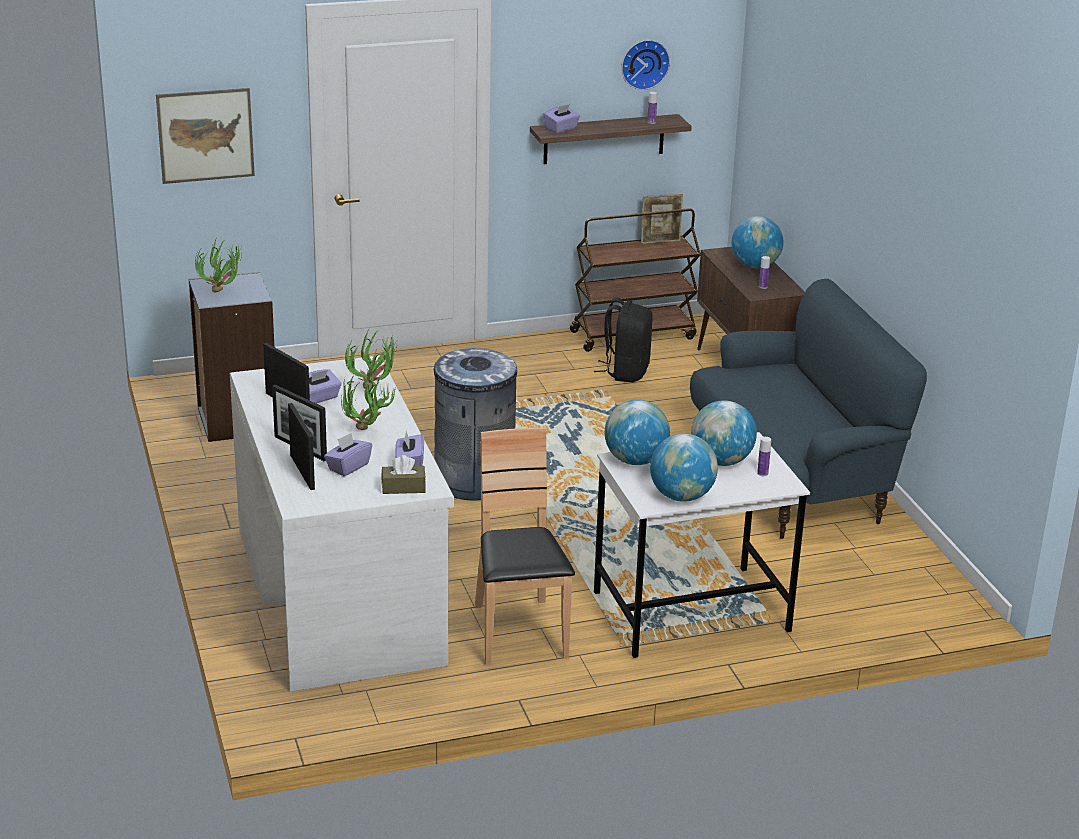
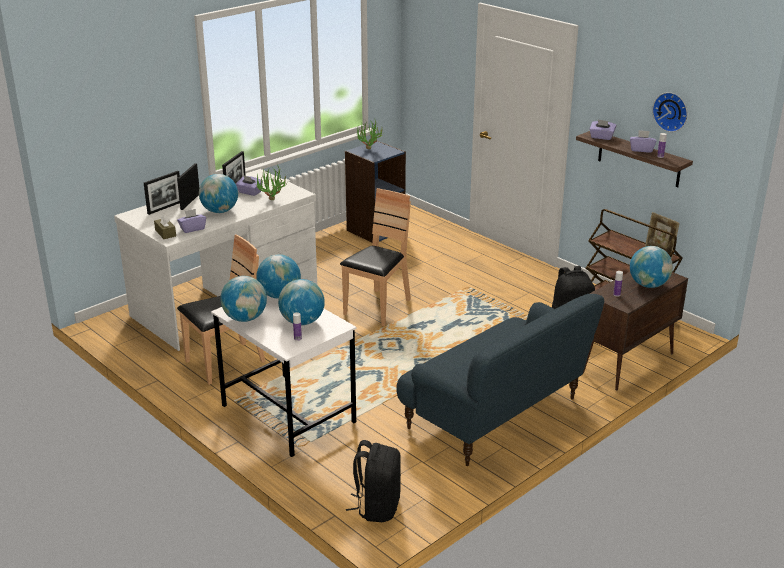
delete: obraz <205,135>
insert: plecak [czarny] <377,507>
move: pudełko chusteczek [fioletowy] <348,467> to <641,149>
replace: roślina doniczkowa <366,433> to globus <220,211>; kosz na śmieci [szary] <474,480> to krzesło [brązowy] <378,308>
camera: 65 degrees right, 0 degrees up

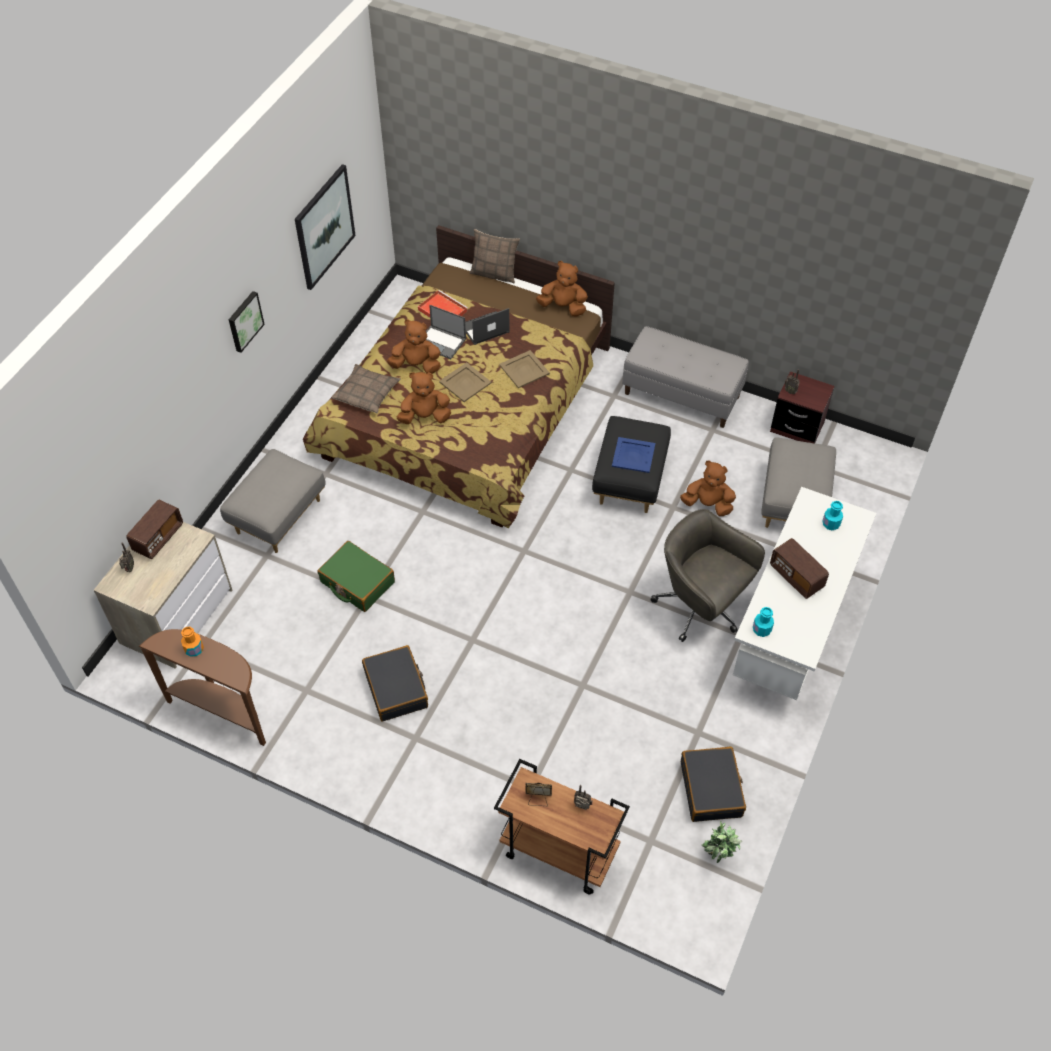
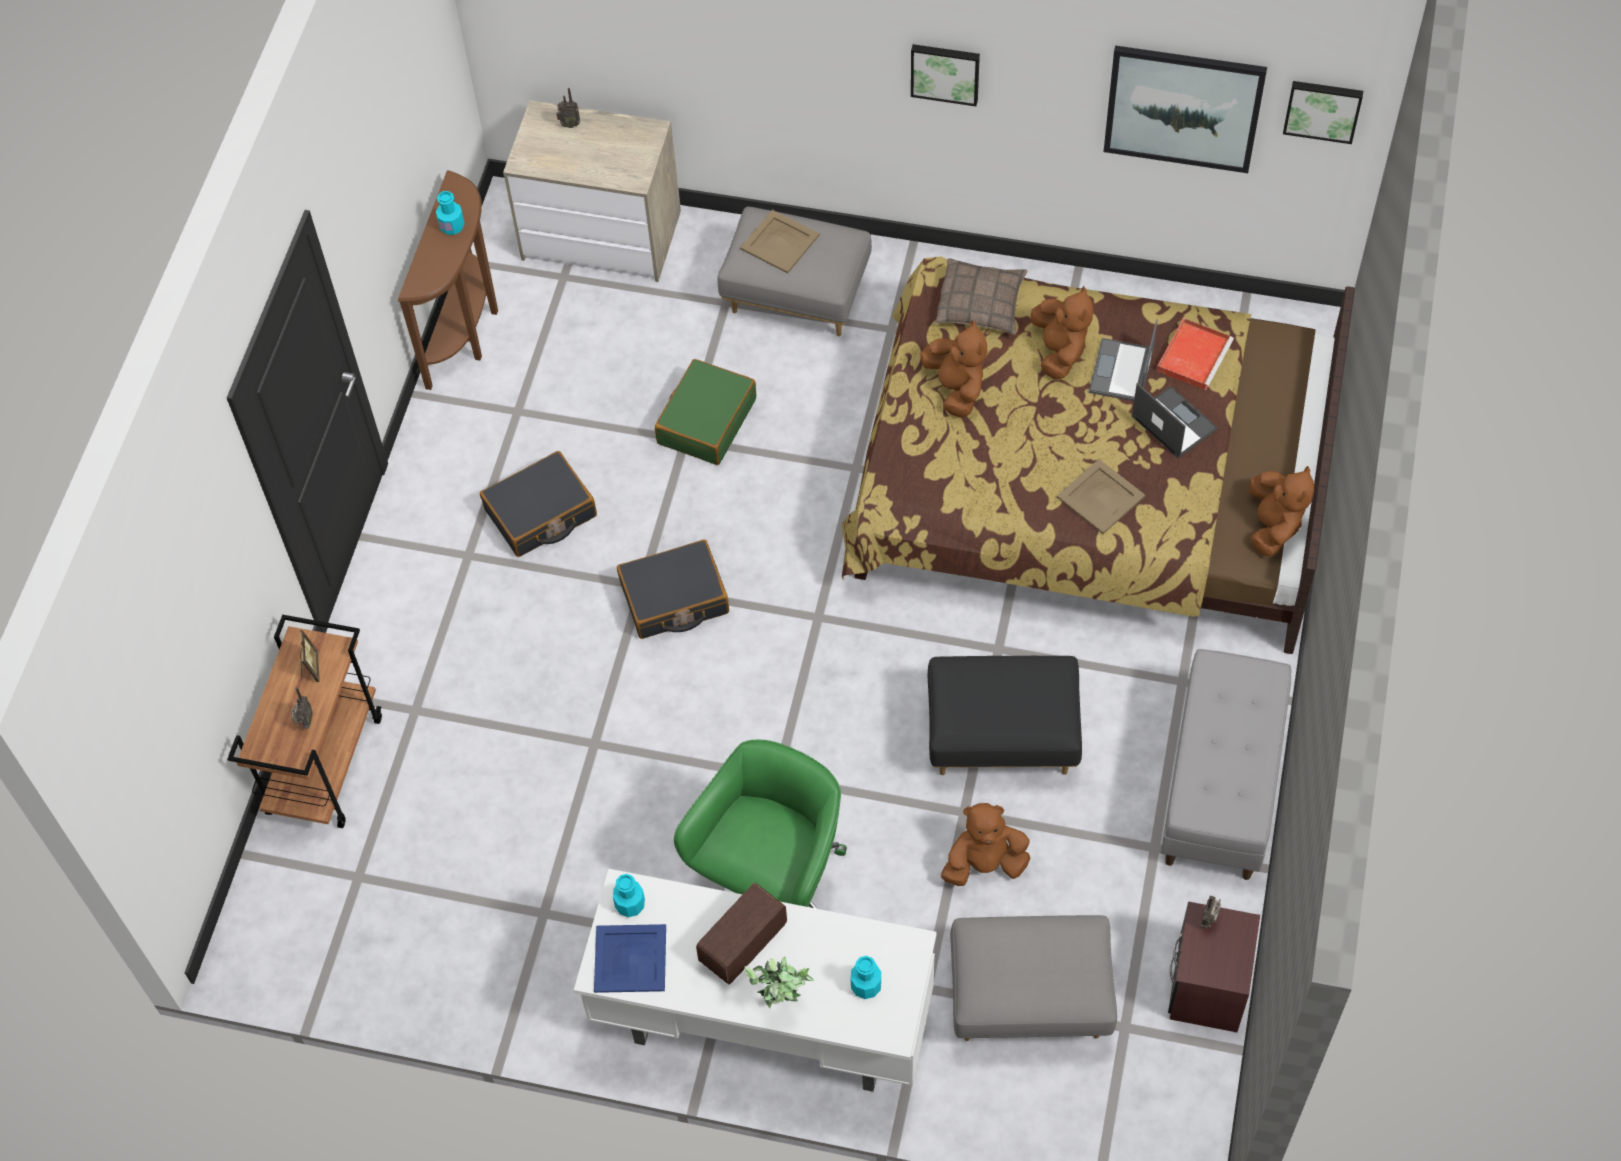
delete: radio <158,538>; poduszka <494,273>
insert: obraz <1323,109>
move: taca [niebieski] <633,455> to <629,959>; walizka [czarny] <711,789> to <674,599>; taca [beżowy] <465,382> to <780,242>; roślina doniczkowa <718,856> to <781,1002>
recolor: butelka [pomarańczowy] <194,649> to butelka [turkusowy] <452,226>; krzesło biurowe [szary] <700,607> to krzesło biurowe [zielony] <772,883>
rotate: pluszak [brązowy] <708,504> = <985,864> 105 degrees counterclockwise
camera: 80 degrees right, 5 degrees up

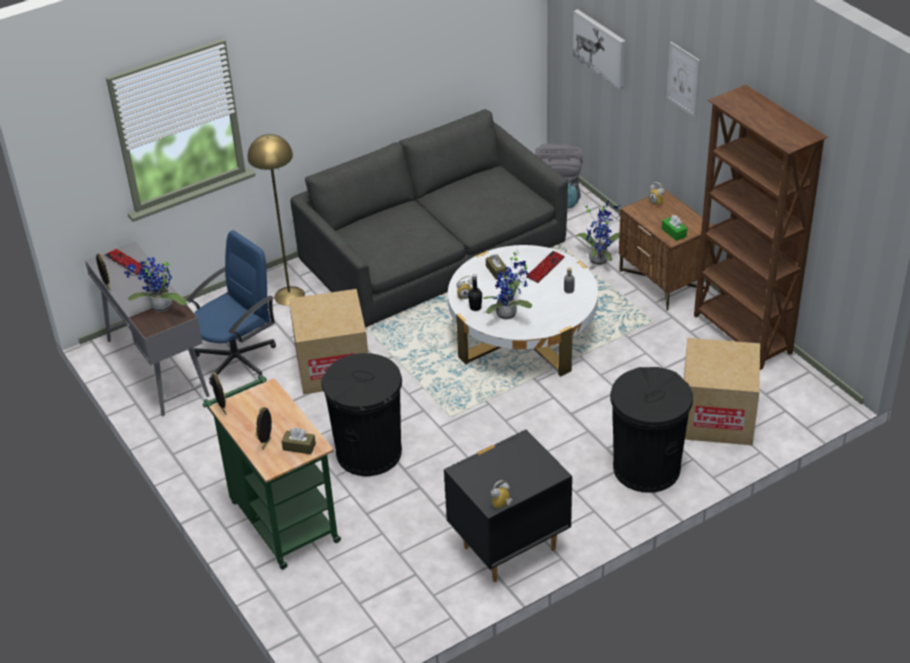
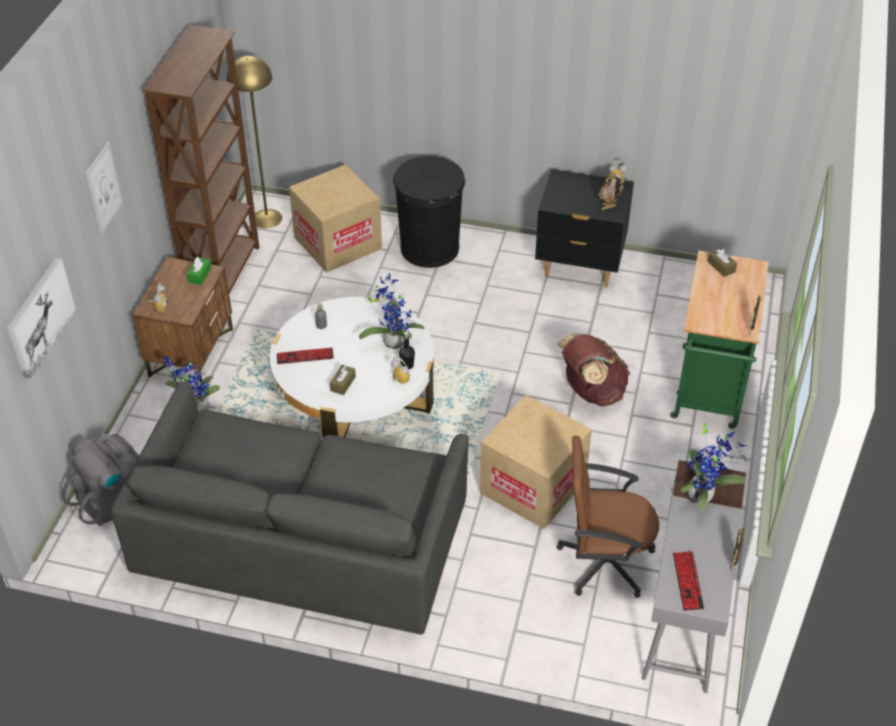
move: lampa stojąca [żółty] <289,296> to <267,218>; ramka na zdjęcie <267,444> to <608,207>
replace: kosz na śmieci [czarny] <369,452> to plecak [brązowy] <591,391>
recolor: krzesło biurowe [niebieski] <237,359> to krzesło biurowe [brązowy] <603,561>
camera: 135 degrees left, 5 degrees up

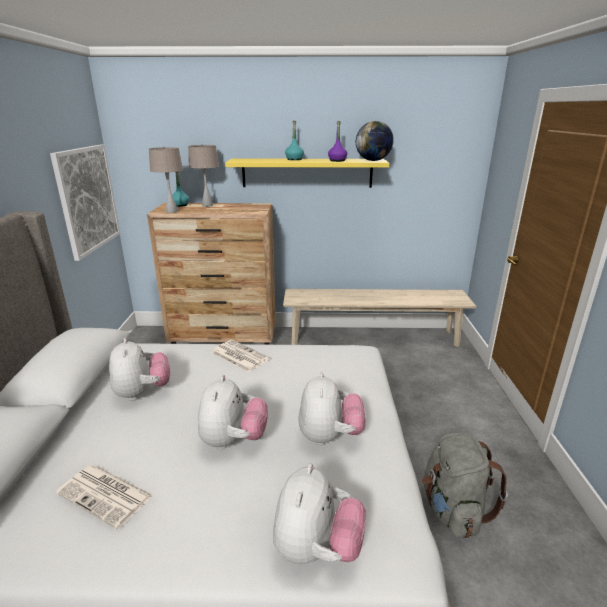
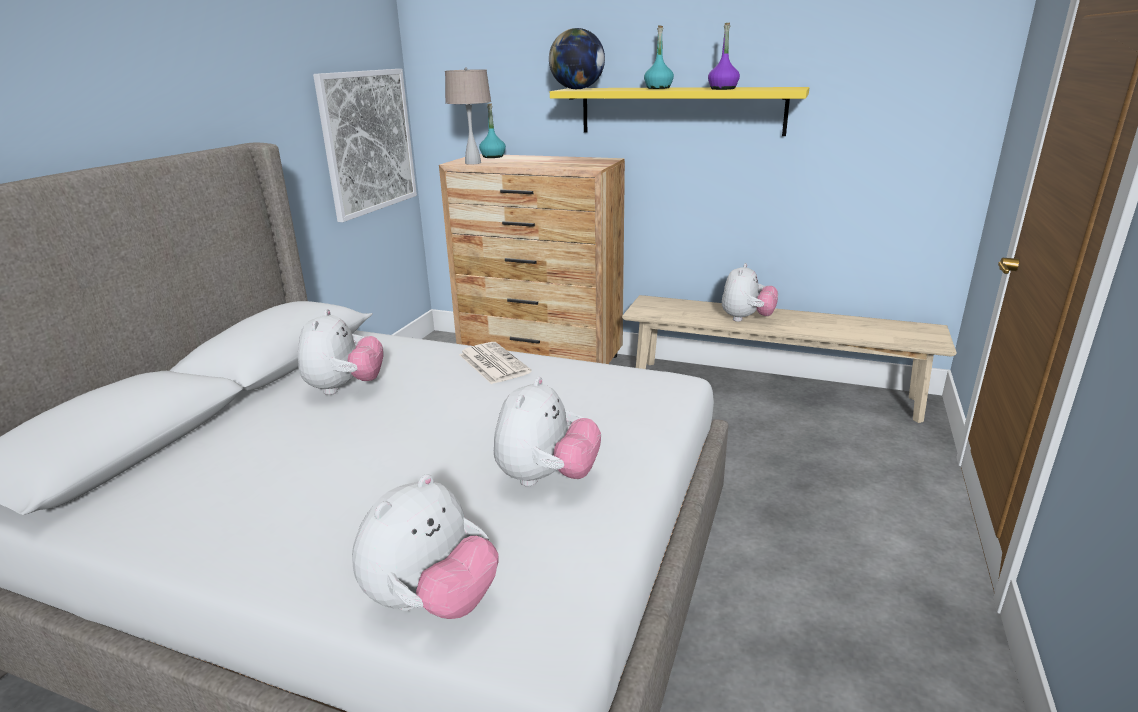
delete: gazeta <106,495>; lampa stołowa [beżowy] <207,205>; plecak [szary] <452,510>
move: globus <373,160> to <577,89>; pluszak <233,440> to <746,319>
camera: 20 degrees right, 0 degrees up

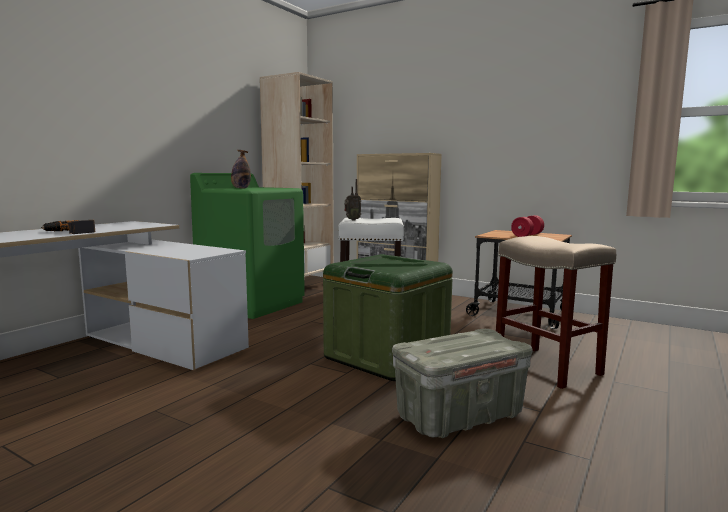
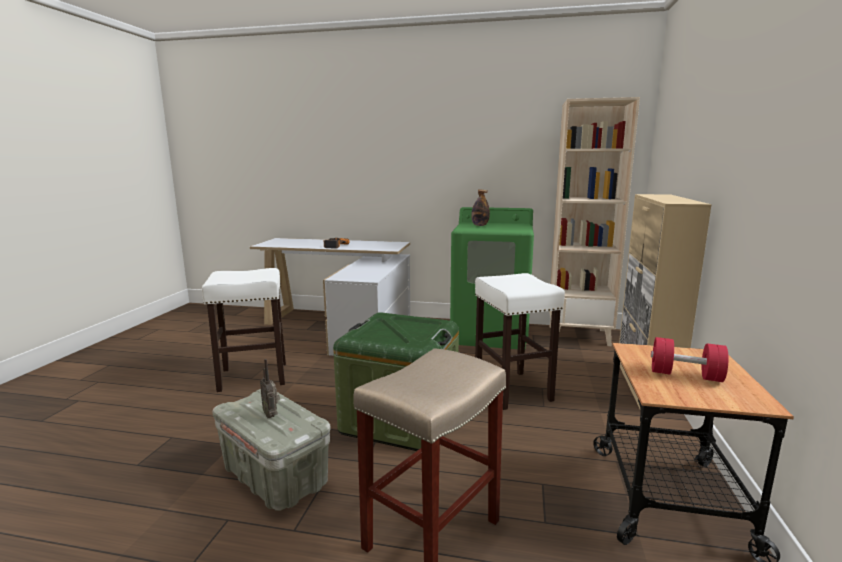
insert: stołek [biały] <252,377>
move: radio <352,220> to <271,415>
camera: 70 degrees right, 5 degrees up

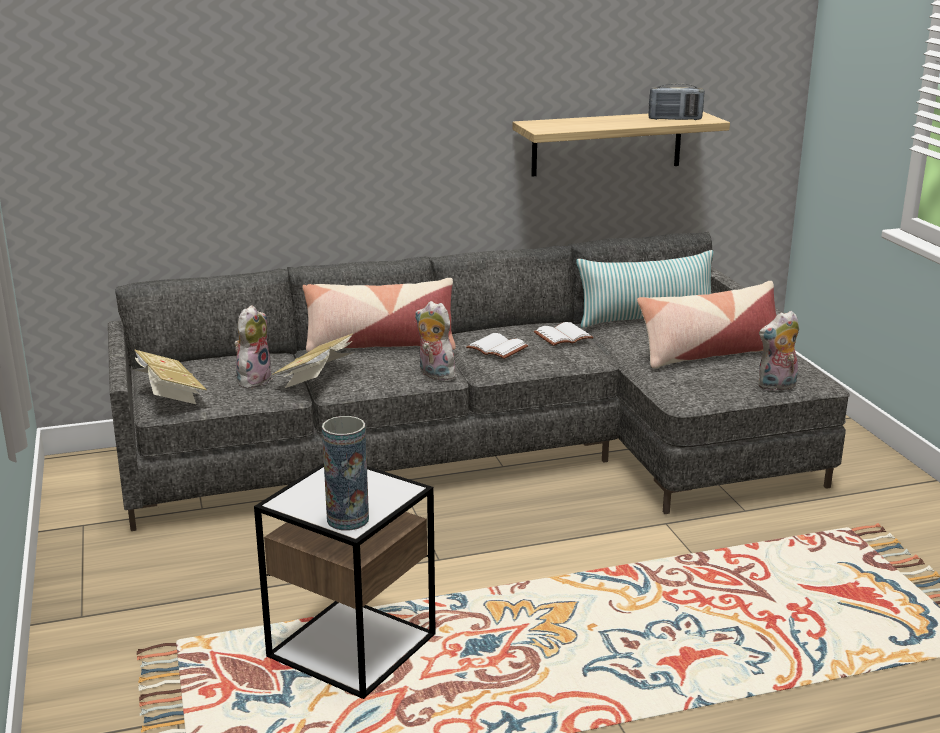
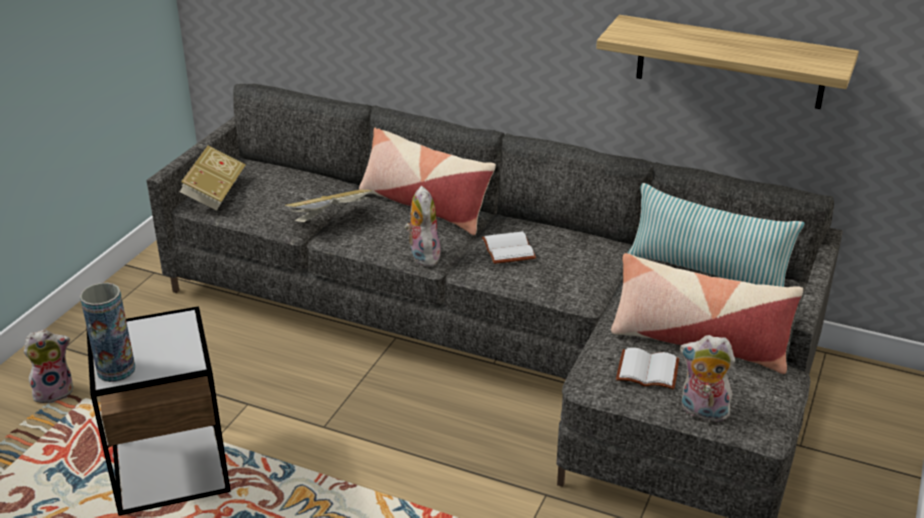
delete: radio <675,119>
move: pluszak <253,380> to <54,391>; książka [biały] <563,337> to <646,372>
camera: 40 degrees right, 10 degrees up

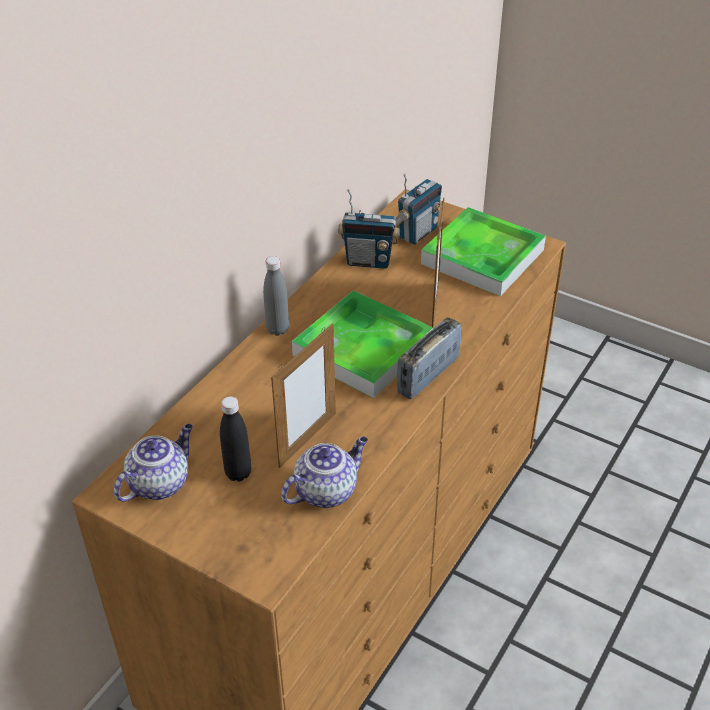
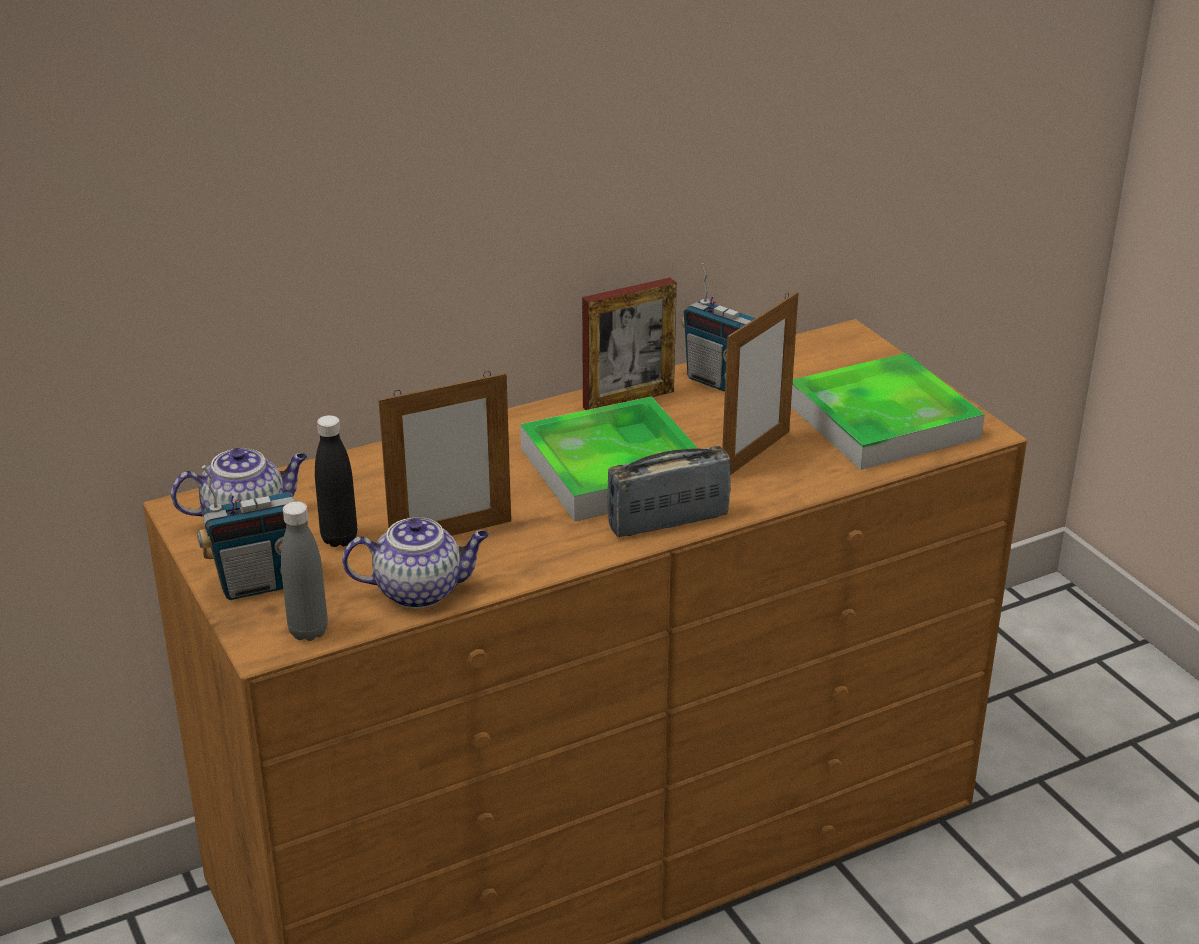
insert: ramka na zdjęcie <628,399>
move: radio <417,233> to <259,584>; butelka [szary] <277,329> to <308,631>
camera: 30 degrees right, 10 degrees down

